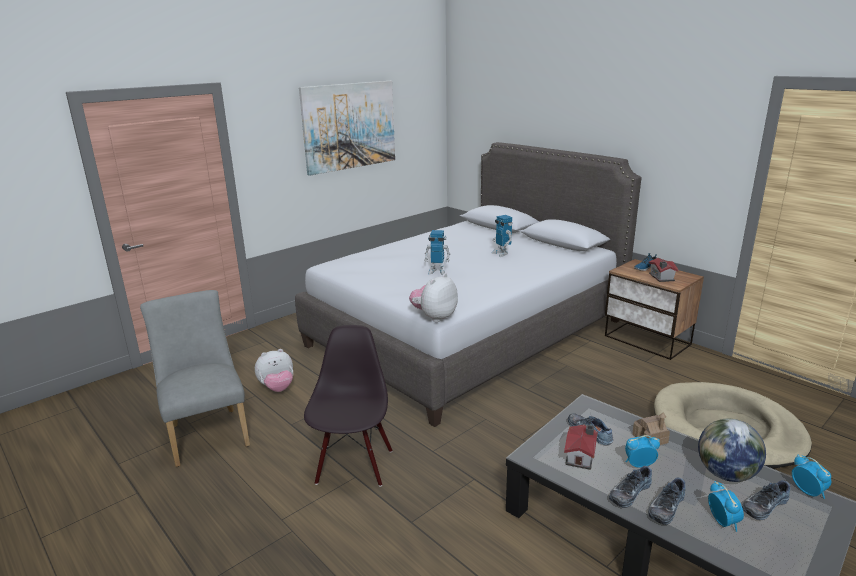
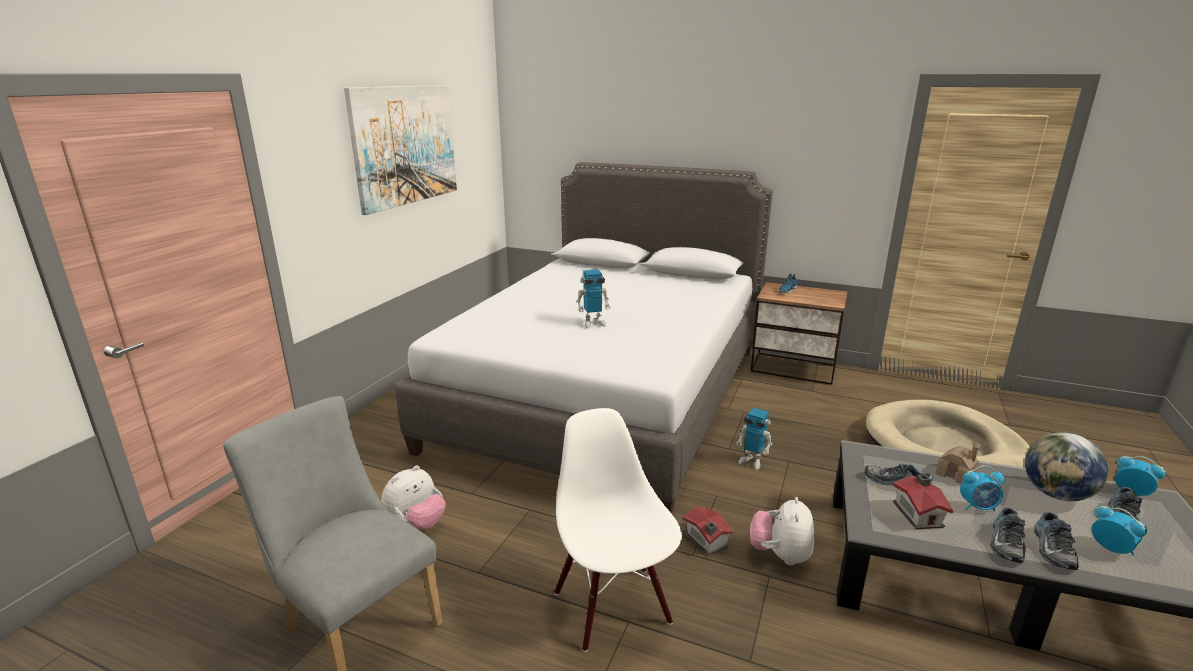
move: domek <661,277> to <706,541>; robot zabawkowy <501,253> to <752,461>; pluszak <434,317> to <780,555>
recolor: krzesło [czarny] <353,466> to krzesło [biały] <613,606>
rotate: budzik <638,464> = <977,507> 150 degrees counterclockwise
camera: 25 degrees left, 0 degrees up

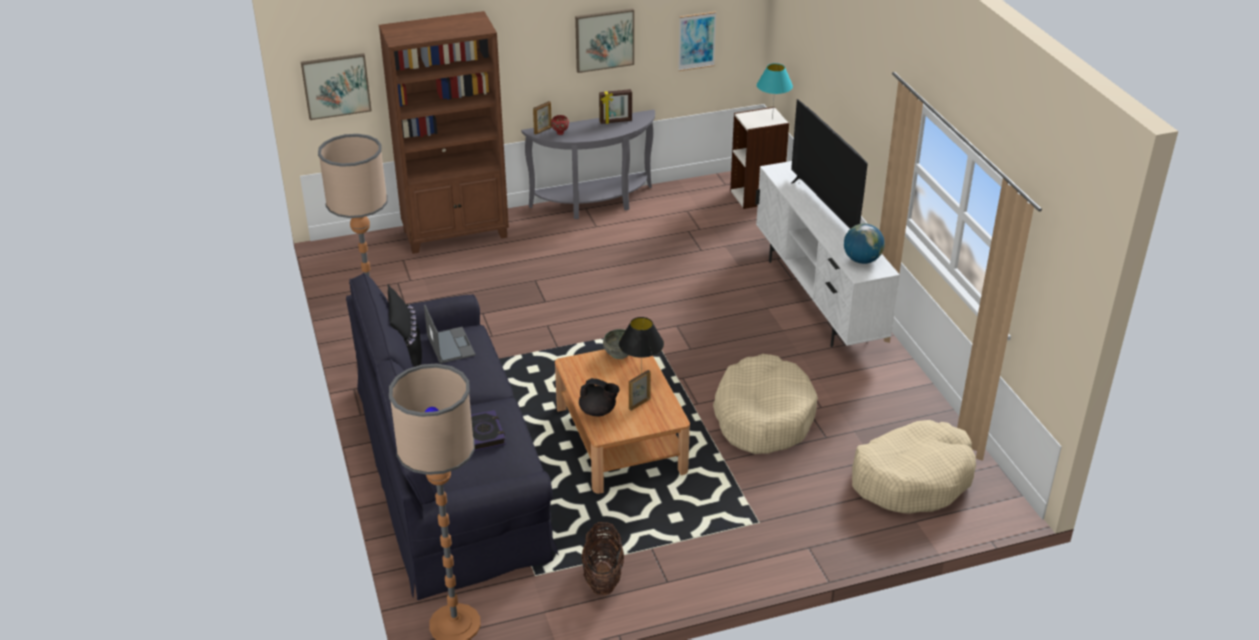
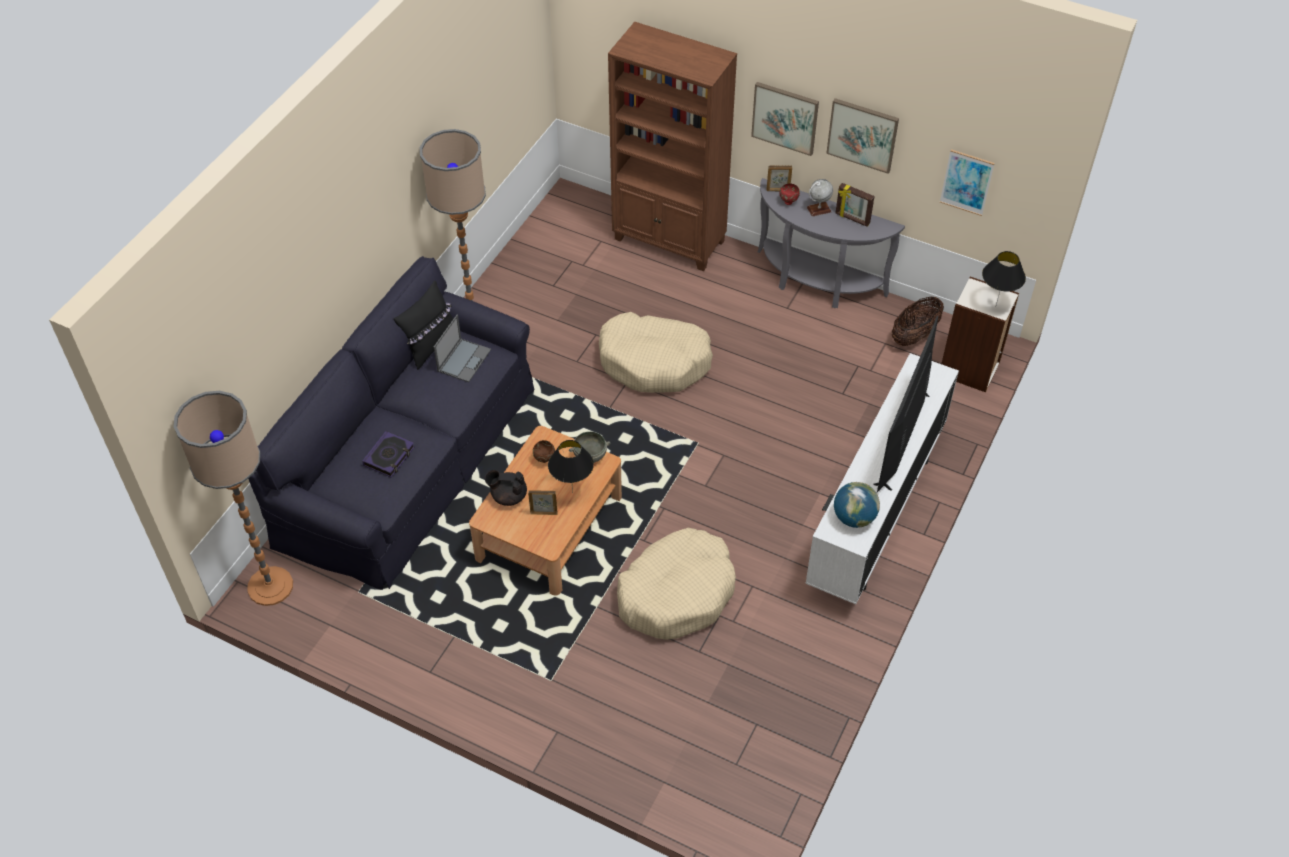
insert: miska [brązowy] <544,460>; globus <819,209>
move: legowisko [beżowy] <912,479> to <654,362>; obraz <336,85> to <785,117>; koszyk <603,577> to <914,335>
recolor: lampa stołowa [turkusowy] <772,119> to lampa stołowa [czarny] <995,307>
rotate: imbryk [czarny] <598,411> = <508,496> 120 degrees clockwise
camera: 45 degrees right, 15 degrees up

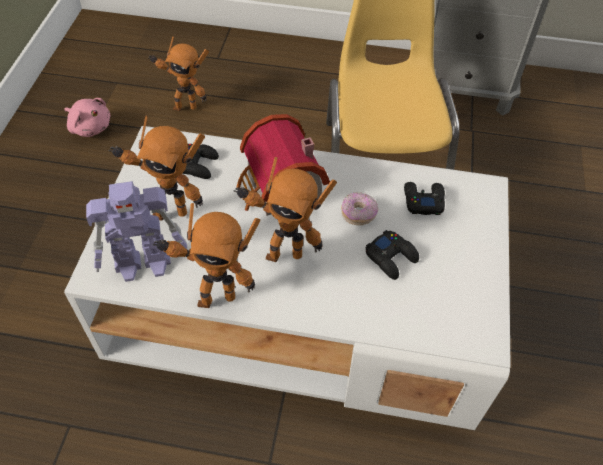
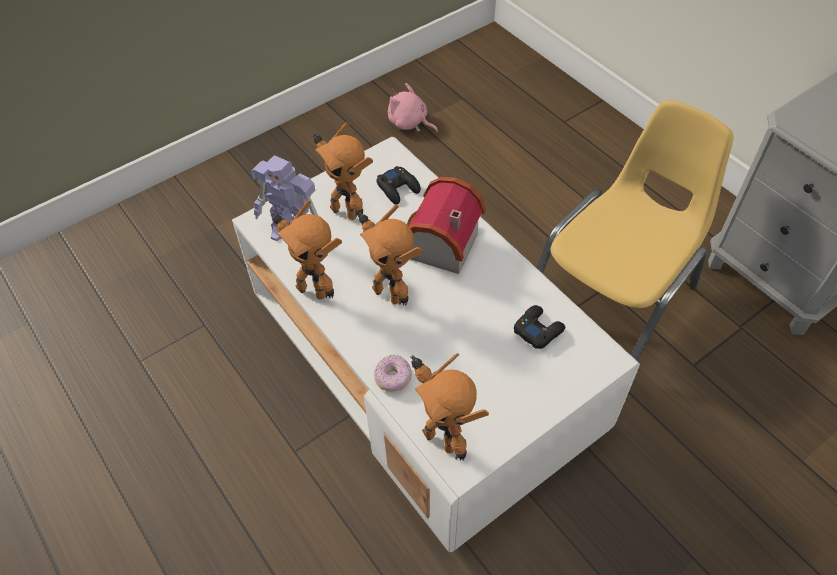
delete: pad do gier [czarny] <391,257>
move: donut <358,214> to <393,378>; robot zabawkowy <185,106> to <441,437>
rotate: pluszak [różowy] <90,127> = <409,123> 135 degrees clockwise
camera: 45 degrees right, 0 degrees up

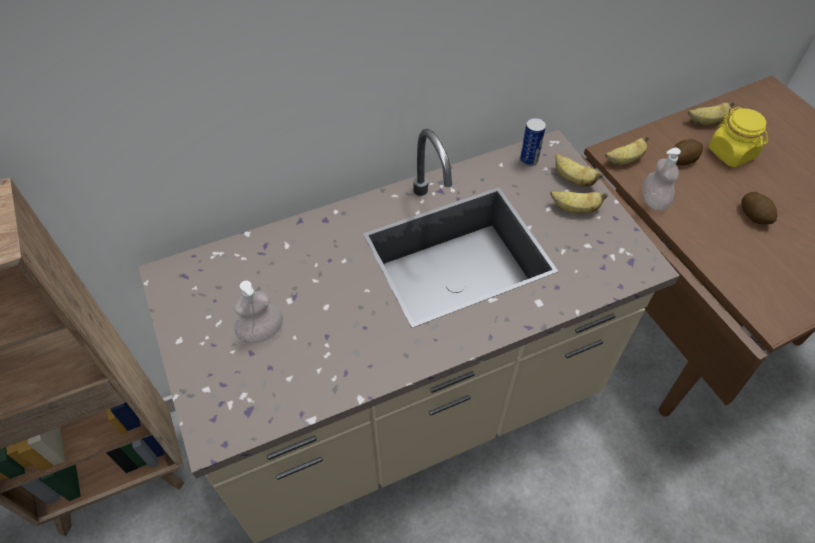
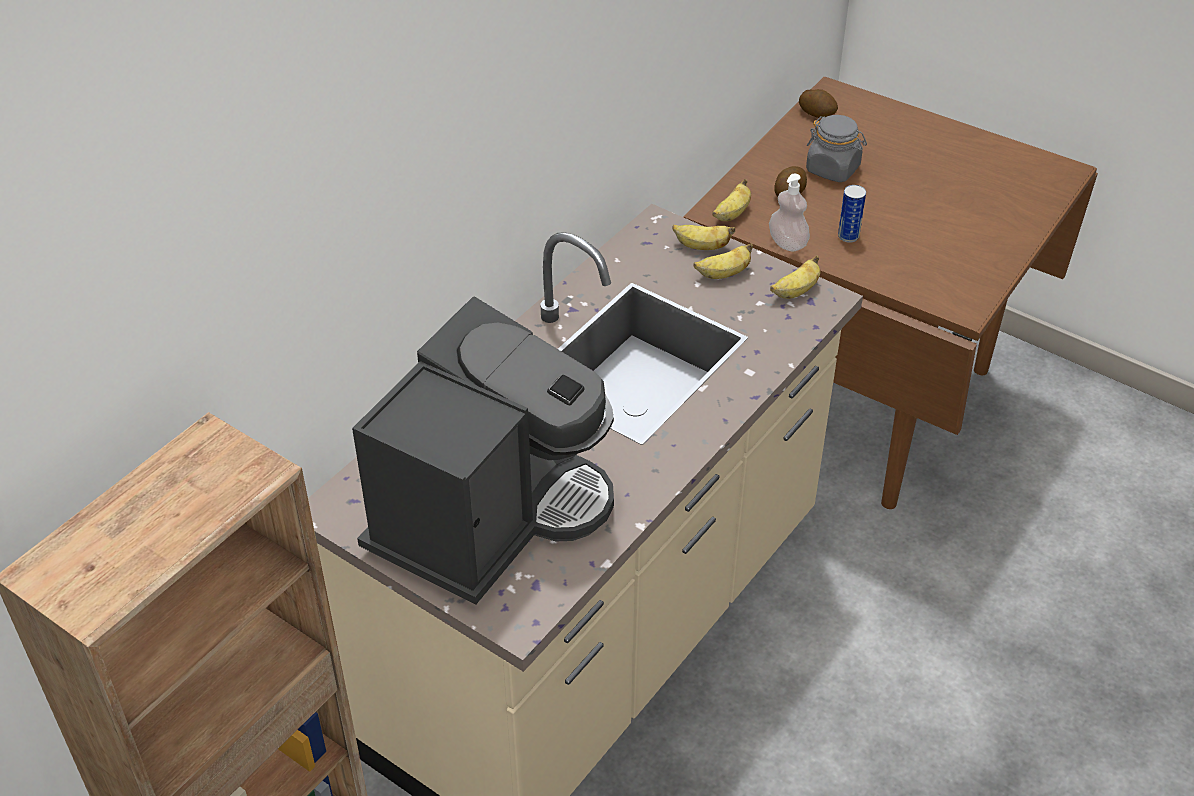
move: banan <706,122> to <795,292>; ziemniak <754,216> to <817,113>; puszka <528,160> to <848,236>
replace: dozownik mydła <262,332> to ekspres do kawy <489,514>
recolor: słoik [żółty] <731,153> to słoik [szary] <833,169>
camera: 30 degrees left, 10 degrees down

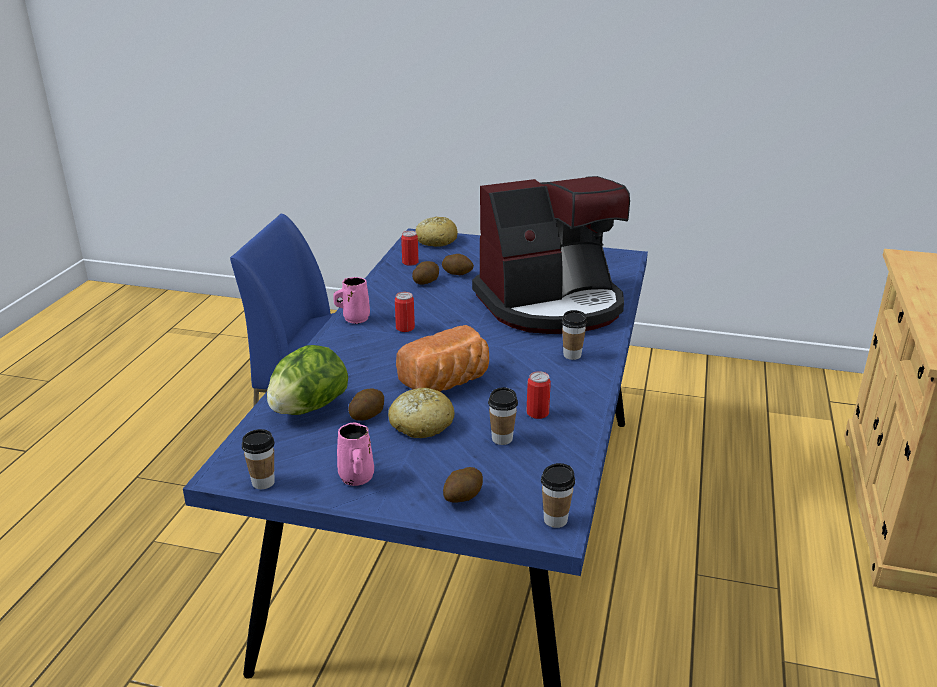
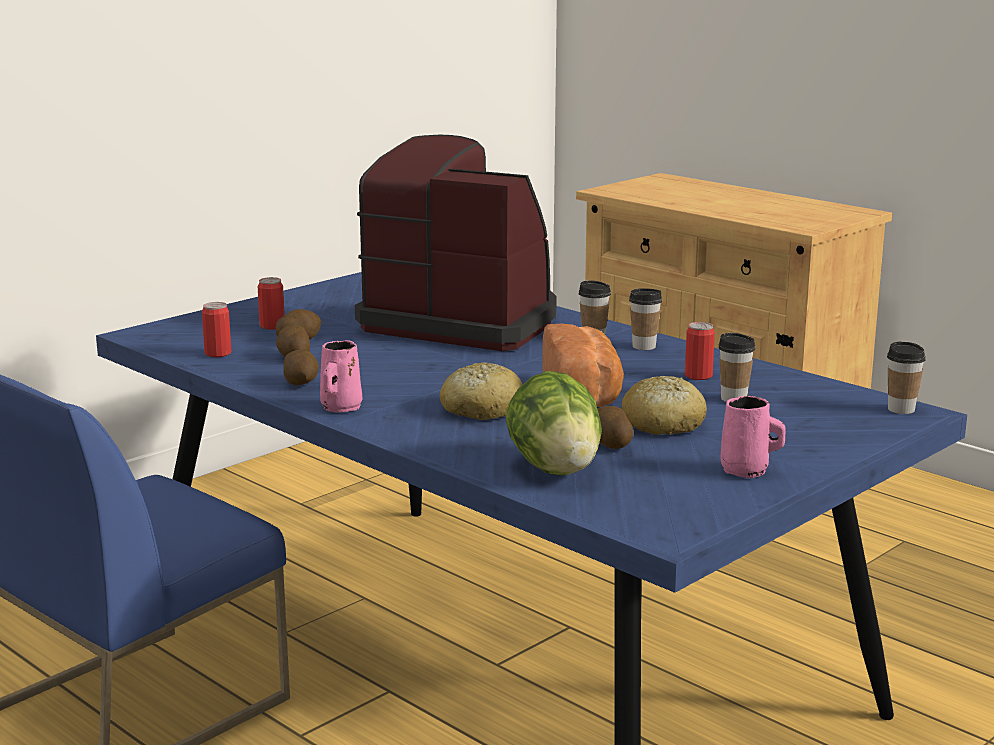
move: puszka <405,328> to <272,326>; ziemniak <463,497> to <301,383>; chleb <436,240> to <481,409>; filiżanka <263,482> to <644,346>
rotate: ekspres do kawy <551,305> = <462,322> 75 degrees counterclockwise
camera: 60 degrees left, 10 degrees down

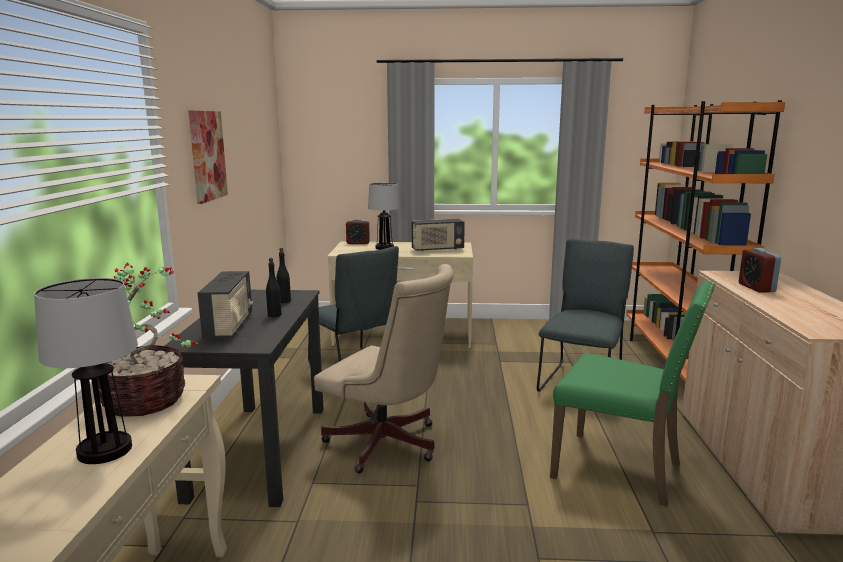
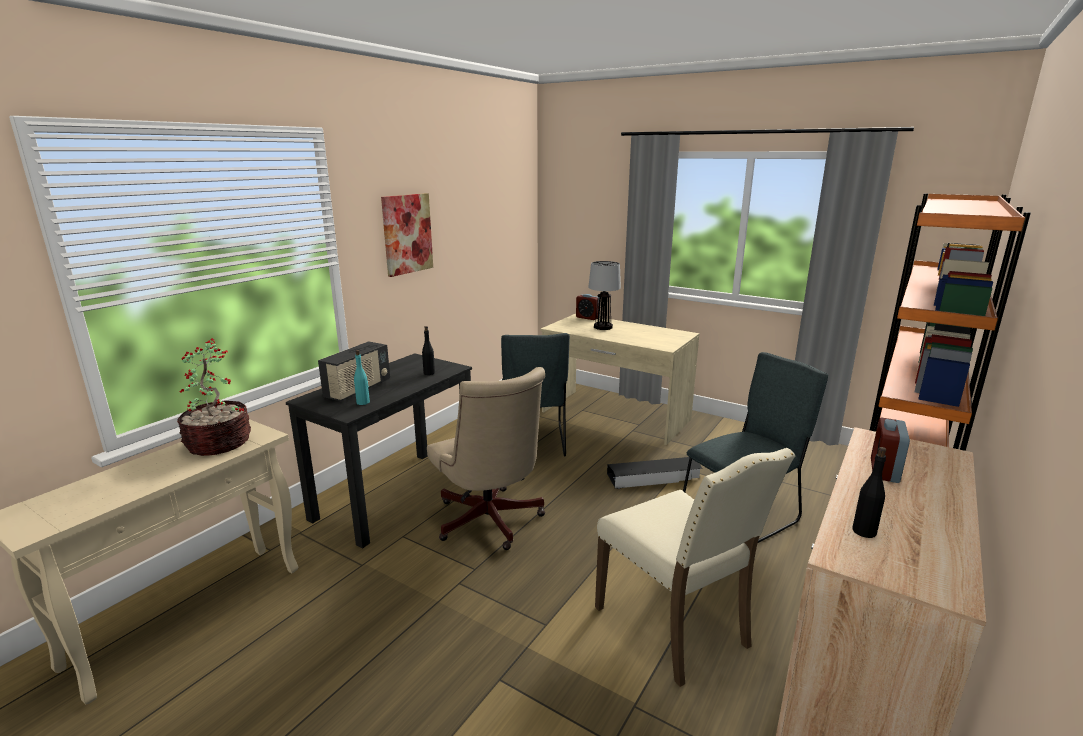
delete: lampa stołowa <106,450>; radio <437,249>
insert: butelka [turkusowy] <363,402>; pojemnik do przechowywania [czarny] <654,477>
move: butelka [czarny] <274,315> to <864,531>
recolor: krzesło [zielony] <620,469> to krzesło [beżowy] <675,627>
camera: 30 degrees right, 5 degrees up

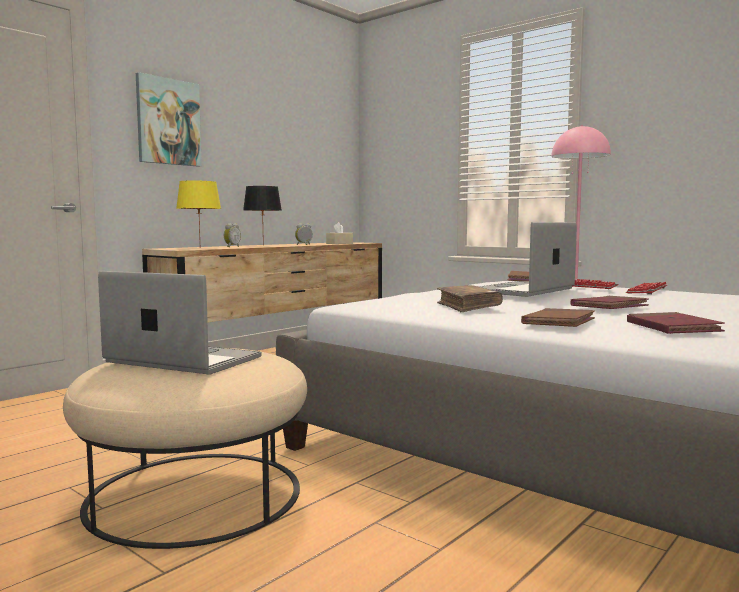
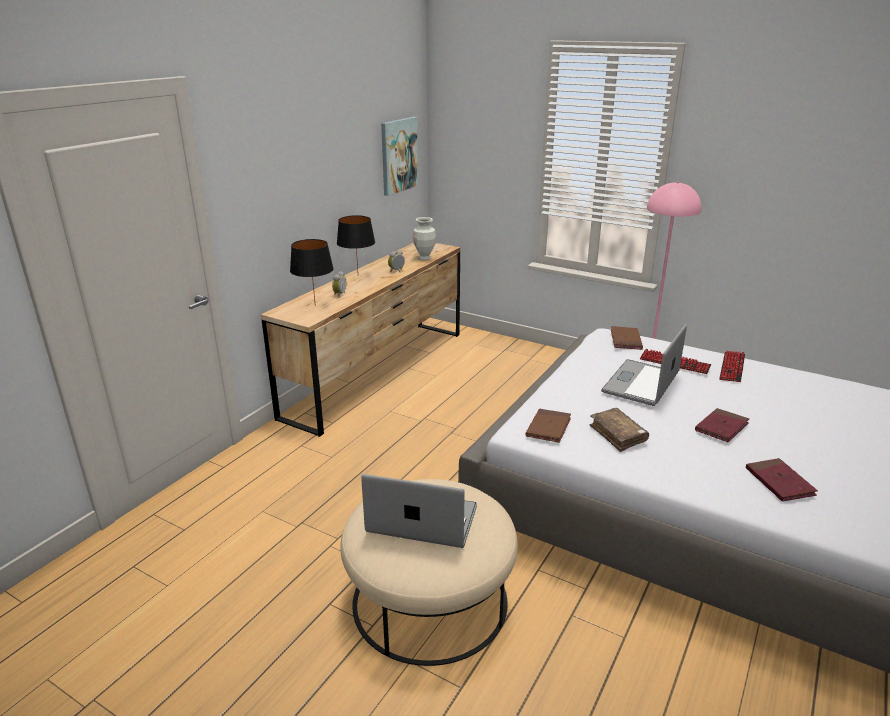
move: obraz <168,122> to <398,155>; książka [brązowy] <559,322> to <548,428>
replace: pudełko chusteczek [beżowy] <339,243> to wazon <424,258>
recolor: lampa stołowa [żółty] <200,248> to lampa stołowa [czarny] <315,305>
camera: 10 degrees left, 20 degrees up

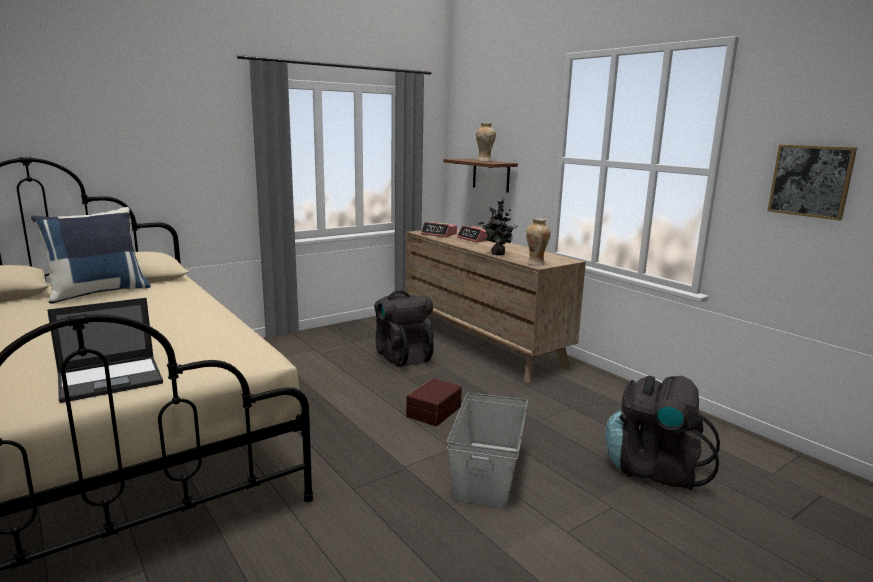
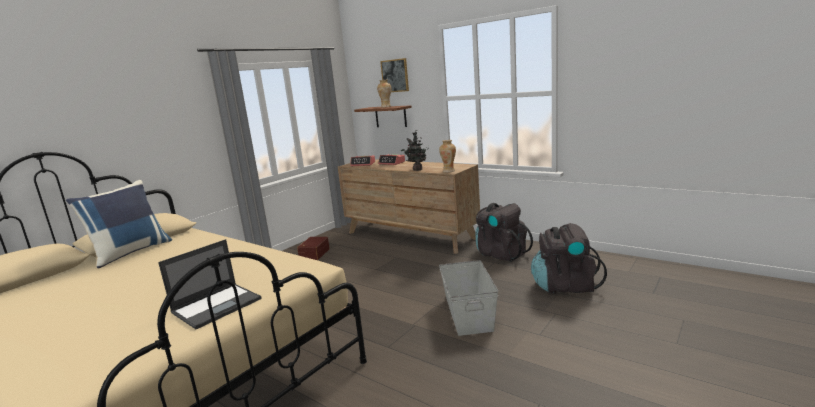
move: pojemnik do przechowywania [brązowy] <432,411> to <314,254>; obraz <810,181> to <395,75>; plecak [czarny] <402,356> to <501,254>
camera: 15 degrees left, 0 degrees up

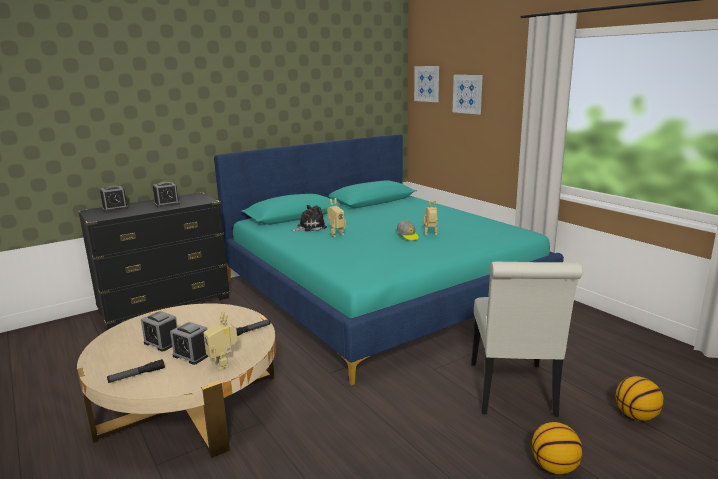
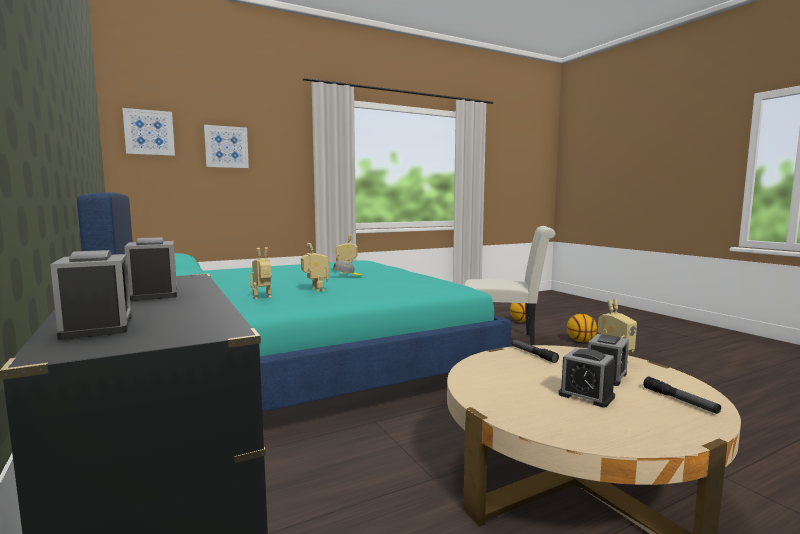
replace: pluszak <309,227> to robot zabawkowy <263,298>
rotate: budzik <162,343> = <586,396> 90 degrees clockwise
camera: 85 degrees left, 10 degrees down

